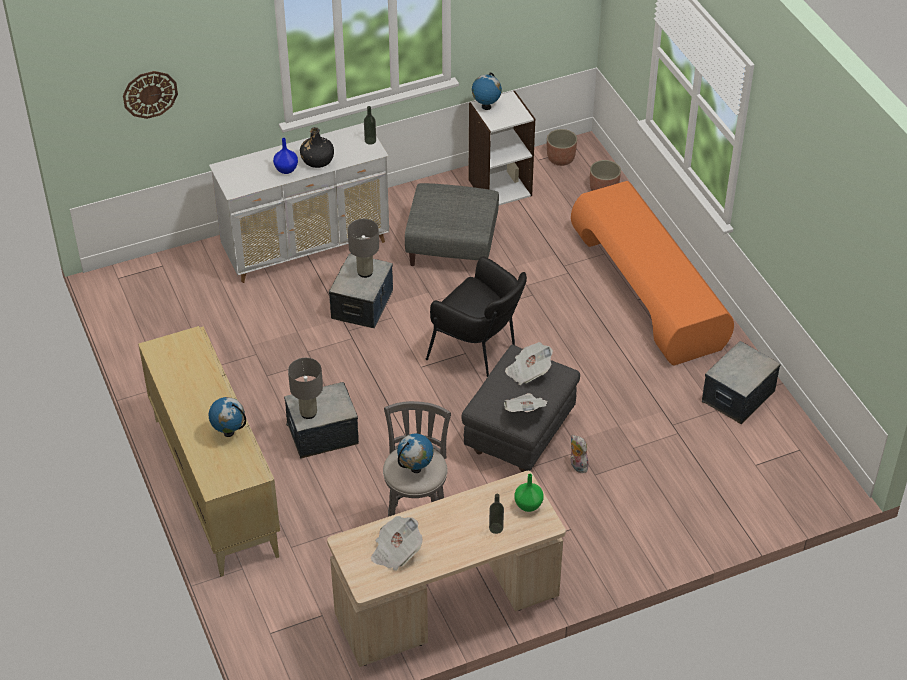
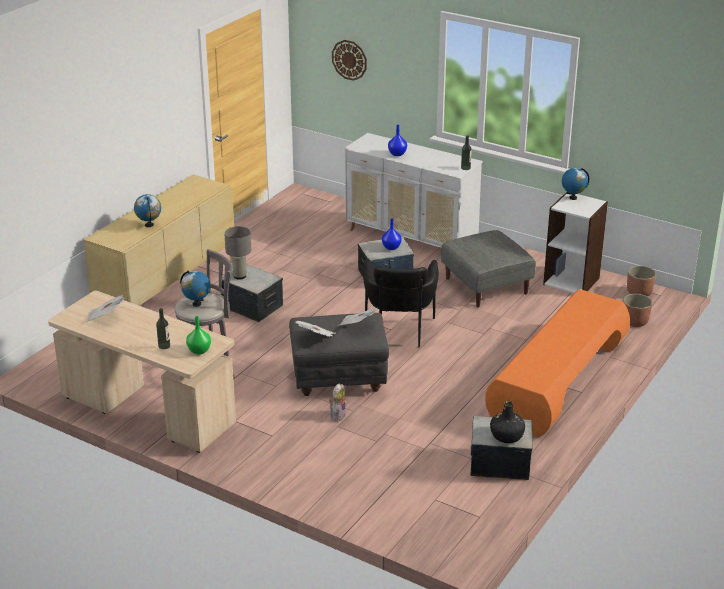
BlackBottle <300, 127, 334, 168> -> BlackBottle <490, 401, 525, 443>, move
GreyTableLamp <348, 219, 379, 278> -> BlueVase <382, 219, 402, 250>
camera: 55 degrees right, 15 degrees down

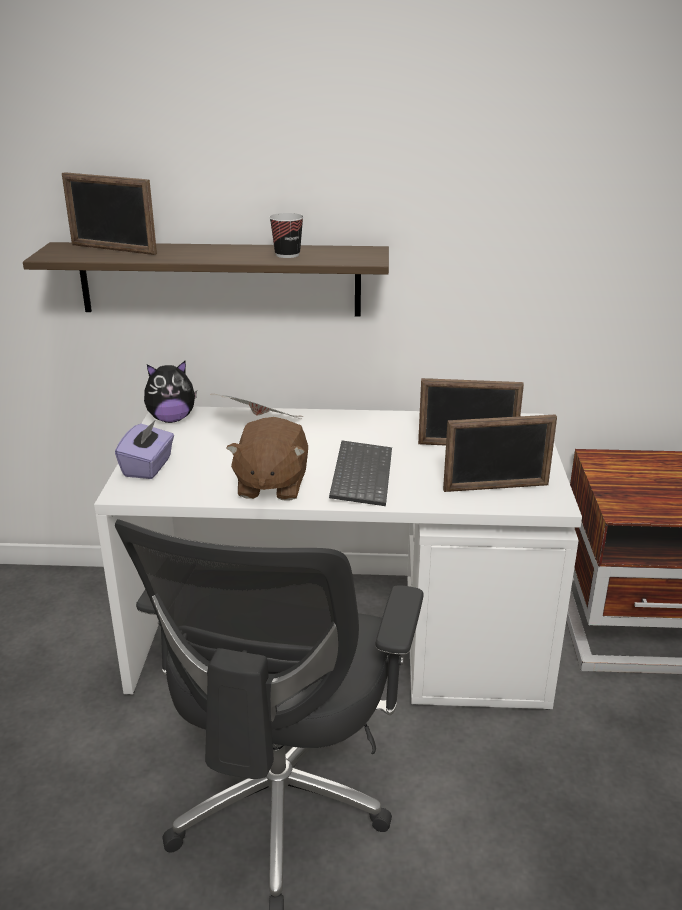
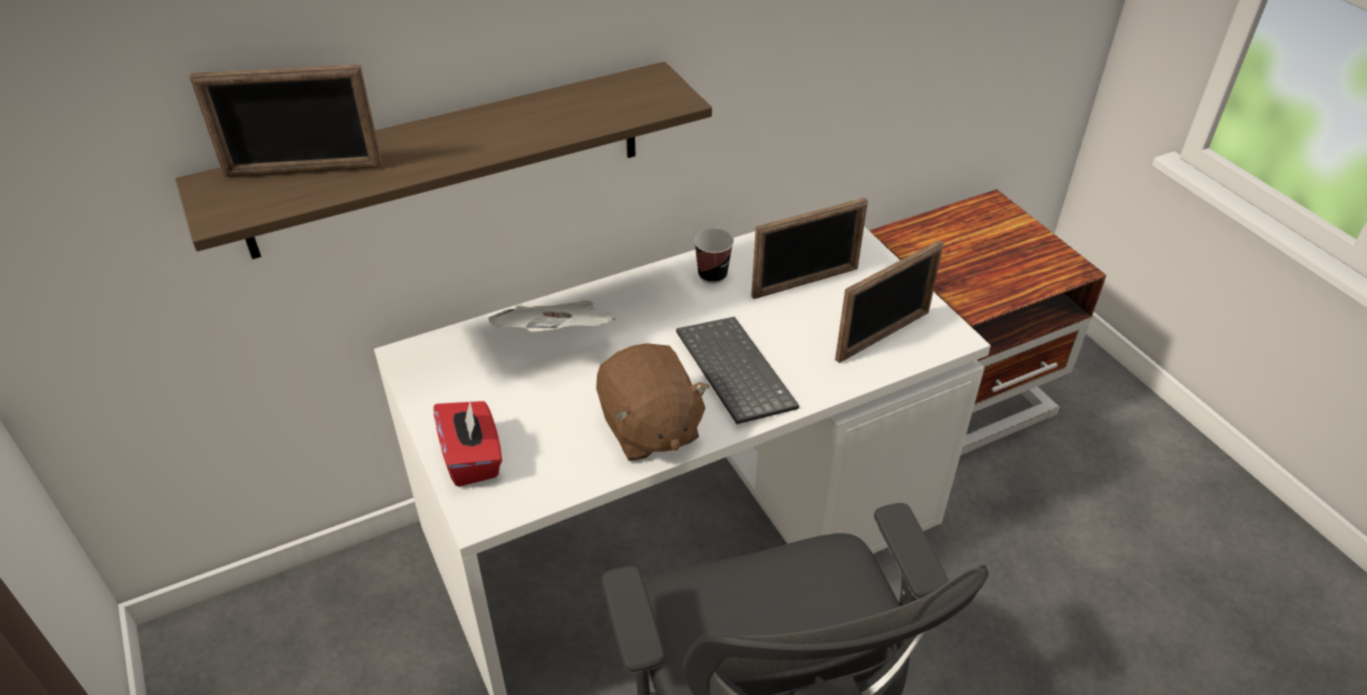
PurpleTissueBox <115, 419, 174, 479> -> RedTissueBox <433, 399, 502, 487>
PlushToy <144, 361, 197, 423> -> none
Cup <269, 213, 304, 258> -> Cup <694, 228, 734, 284>, move
camera: 30 degrees left, 15 degrees up

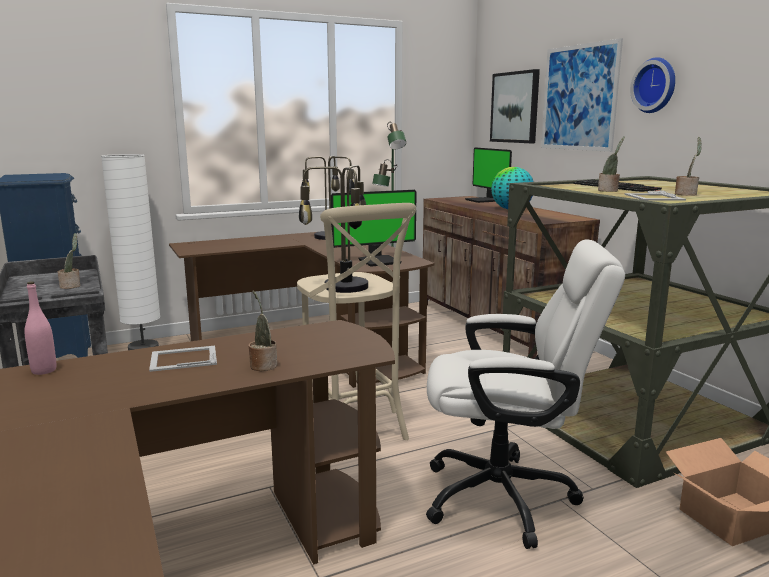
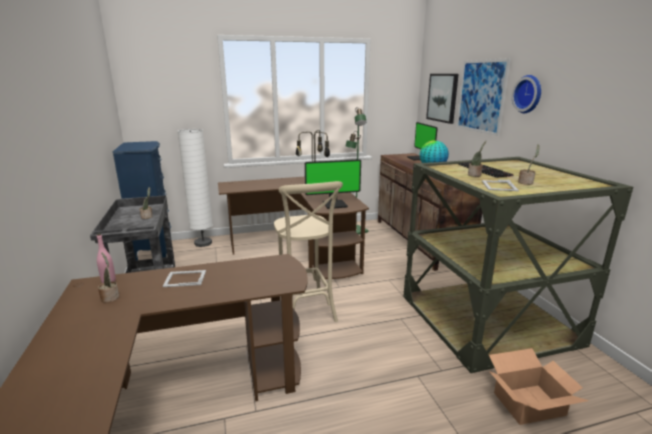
PottedPlant <248, 291, 277, 371> -> PottedPlant <98, 253, 119, 303>, move
TableLamp <299, 165, 368, 293> -> none
WhiteOfficeChair <426, 239, 625, 549> -> none
camera: 10 degrees right, 5 degrees up

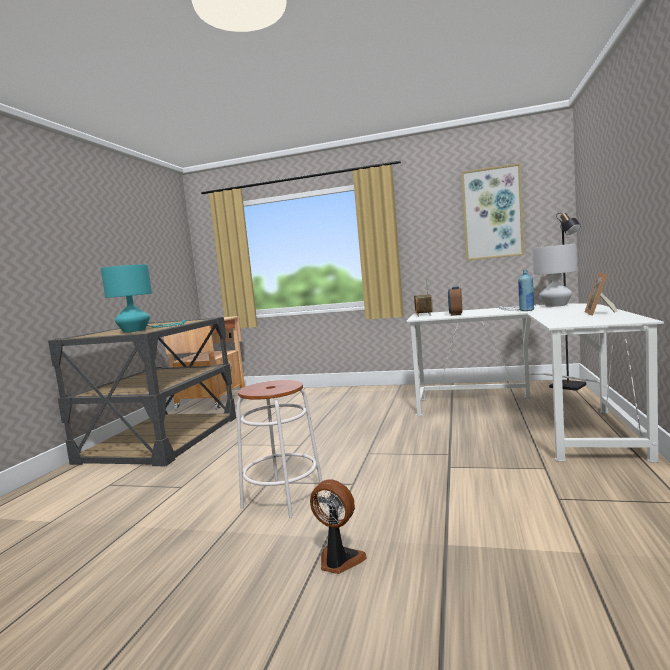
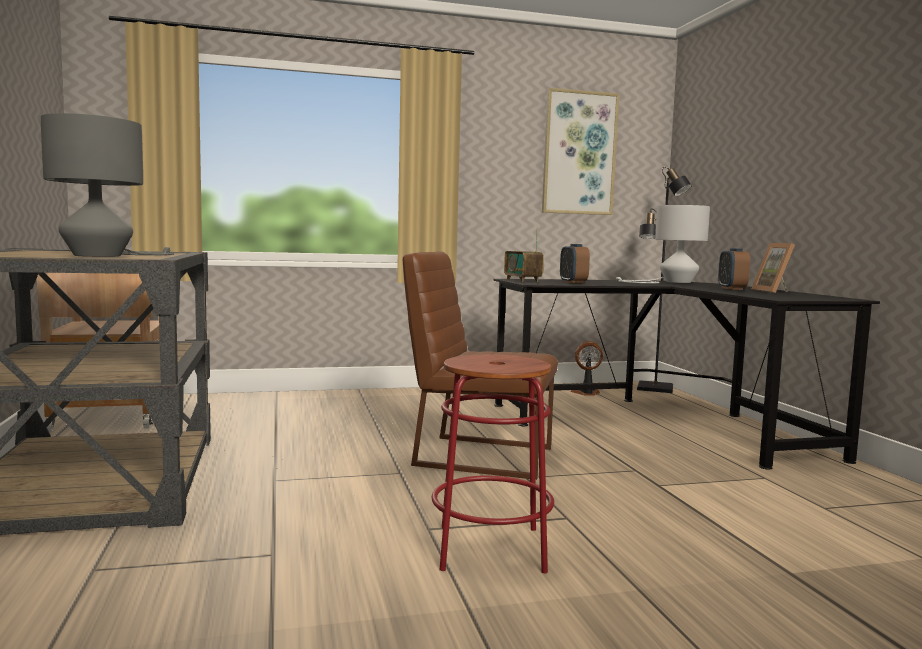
TurquoiseTableLamp <101, 265, 186, 333> -> GreyTableLamp <41, 113, 174, 257>
WhiteStool <237, 380, 323, 518> -> RedStool <432, 354, 554, 573>
Fan <310, 479, 367, 574> -> Fan <571, 341, 603, 396>, move
WhiteDesk <407, 304, 664, 463> -> BlackDesk <493, 279, 880, 470>
BlueBottle <518, 270, 534, 311> -> none
none -> BrownChair <403, 252, 558, 480>
none -> AlarmClock <718, 248, 750, 290>
camera: 30 degrees left, 0 degrees up

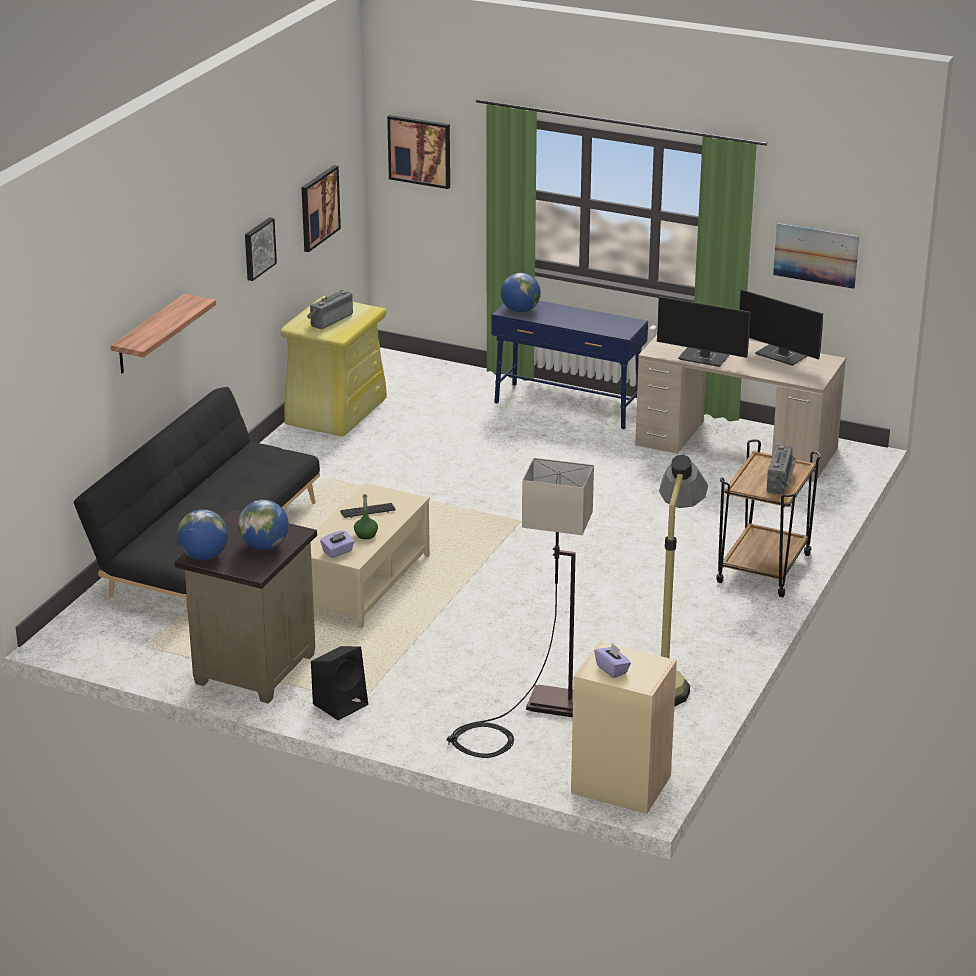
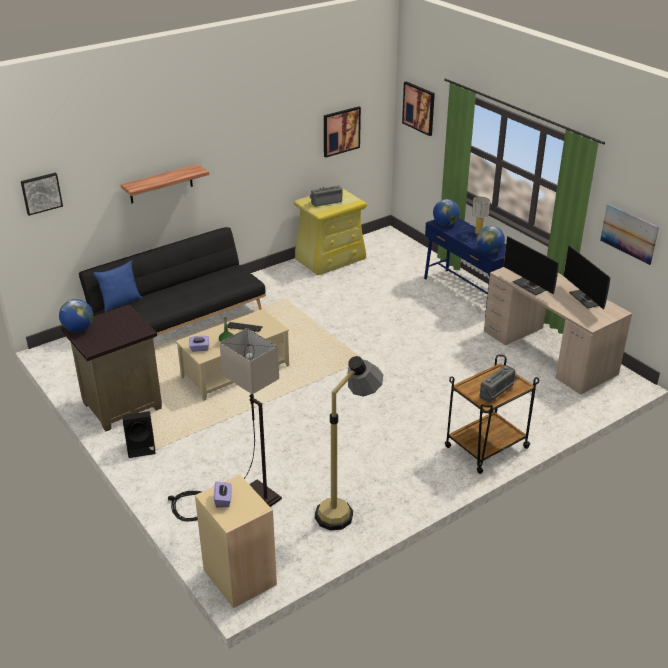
Globe <238, 500, 289, 550> -> Globe <476, 226, 505, 254>, move
Picture <245, 217, 277, 281> -> Picture <21, 173, 63, 216>, move
none -> BluePillow <93, 261, 142, 312>
none -> TableLamp <460, 197, 490, 244>
camera: 30 degrees right, 5 degrees up

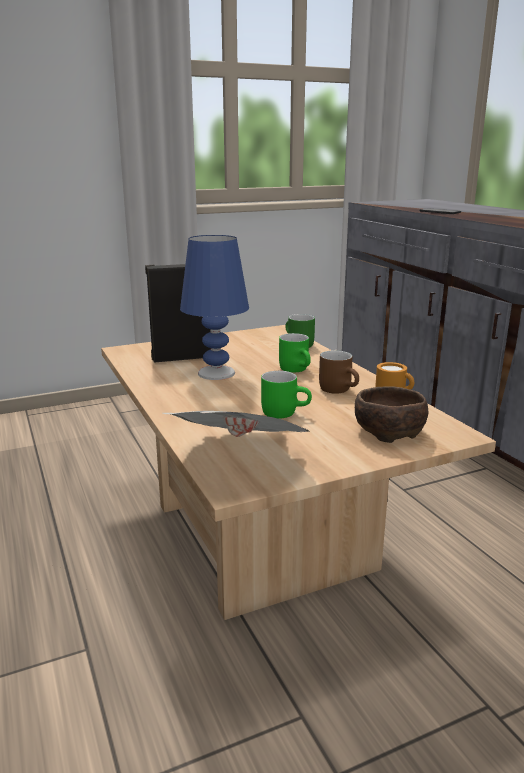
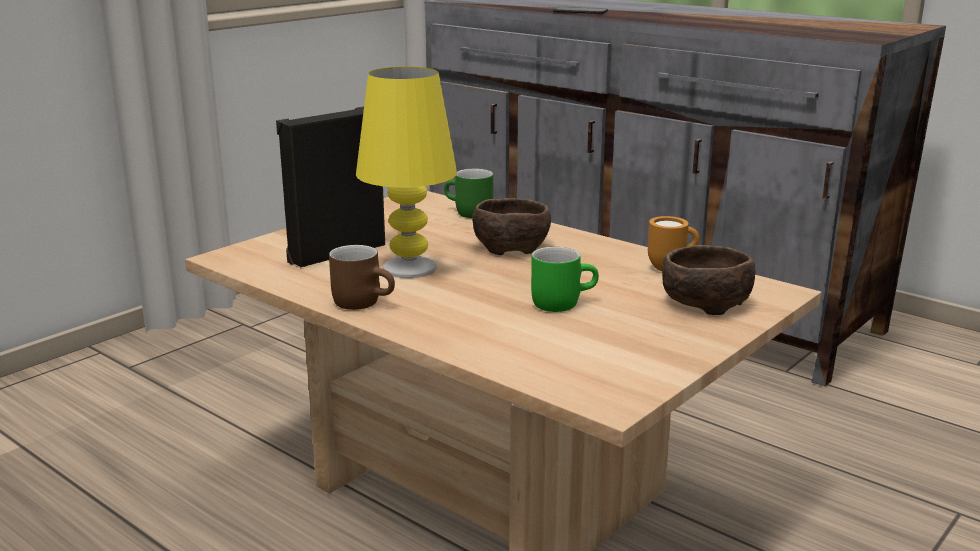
Newspaper <163, 411, 309, 437> -> none
BlueTableLamp <180, 235, 249, 380> -> YellowTableLamp <356, 67, 457, 278>
GreenMug <279, 333, 311, 372> -> BrownBowl <472, 198, 551, 255>
BrownMug <319, 350, 359, 394> -> BrownMug <329, 245, 395, 310>, move
camera: 25 degrees left, 0 degrees up

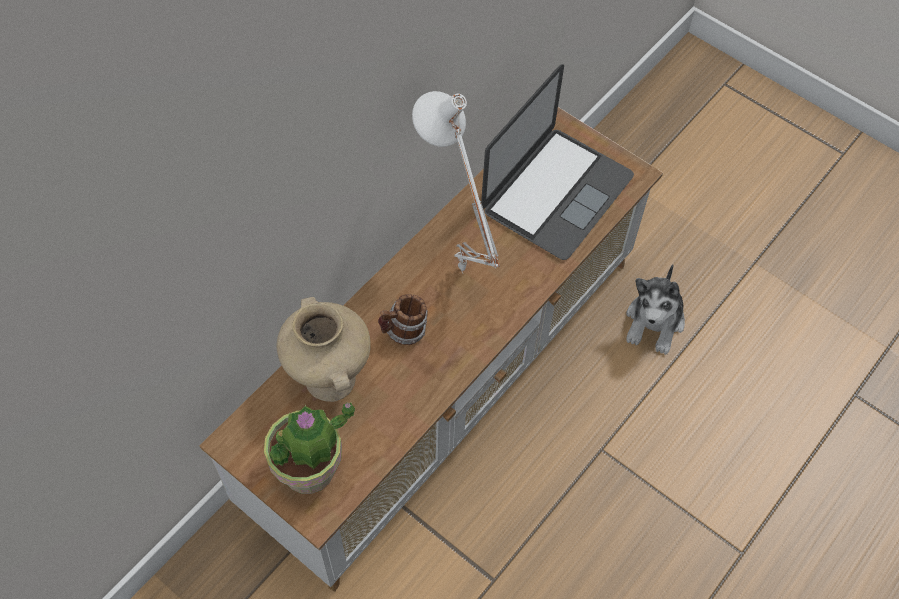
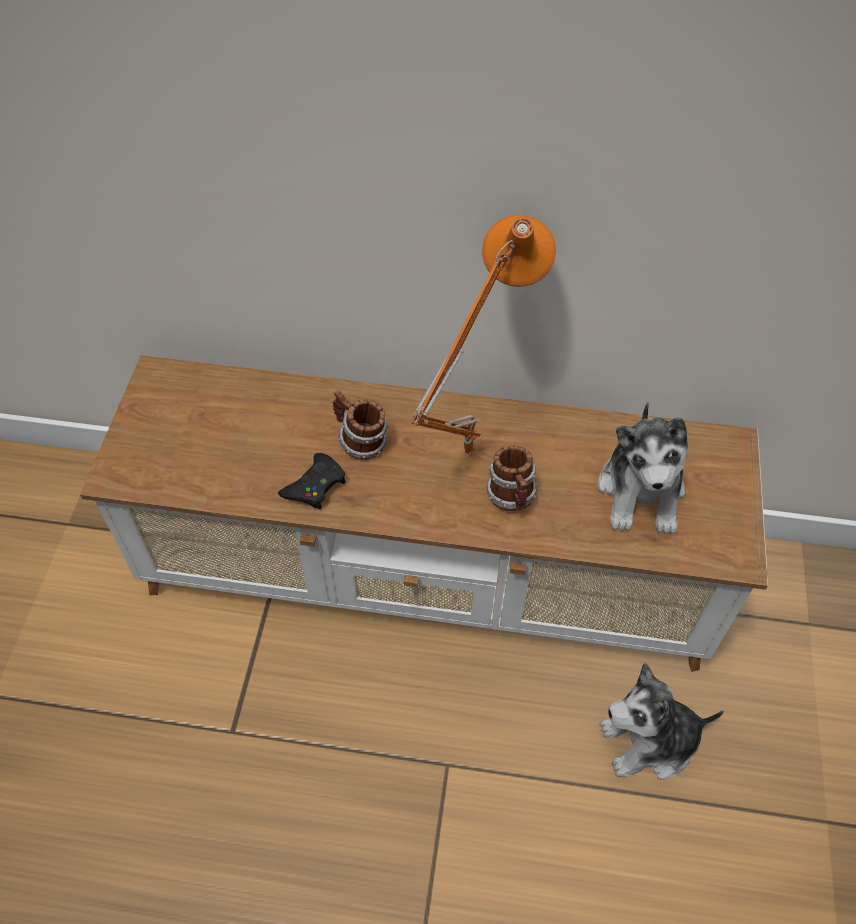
PottedPlant <264, 402, 355, 494> -> none
BeigeVase <276, 297, 371, 402> -> none
WhiteTableLamp <412, 91, 499, 273> -> OrangeTableLamp <411, 215, 556, 458>
Laptop <481, 64, 634, 260> -> PlushToy <598, 402, 688, 534>
none -> BlackGameController <278, 453, 346, 510>
none -> Mug <486, 445, 537, 511>
camera: 60 degrees right, 5 degrees down

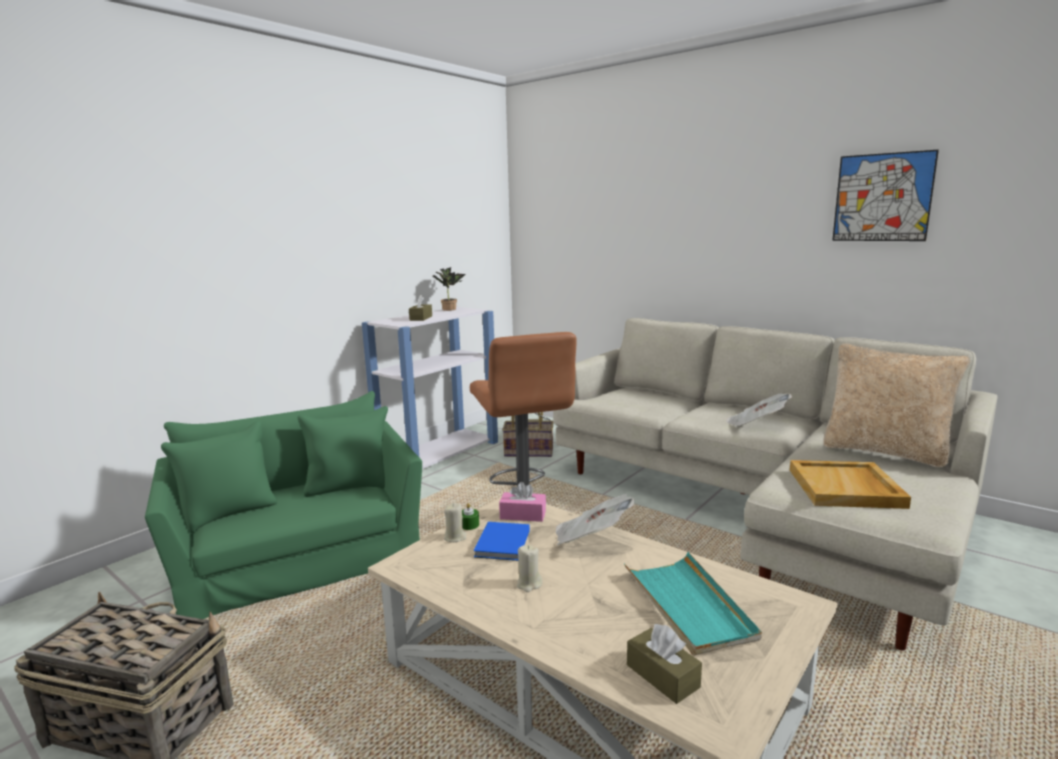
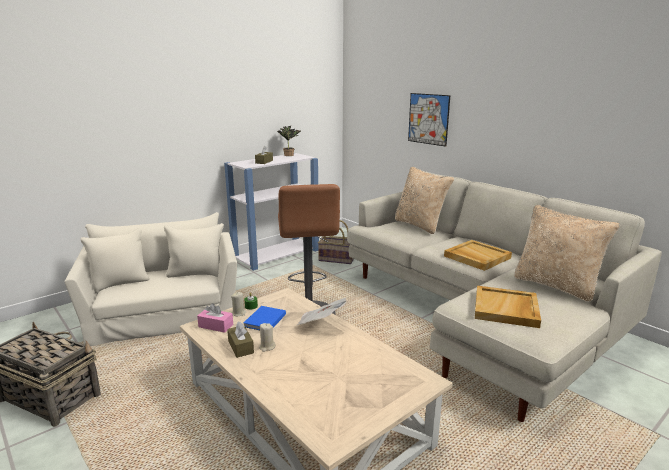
GreenArmchair <145, 391, 422, 619> -> BeigeArmchair <65, 212, 237, 346>
PinkTissueBox <499, 482, 546, 522> -> PinkTissueBox <197, 303, 233, 333>, move
TurquoiseTray <624, 552, 762, 656> -> none
BrownTissueBox <627, 624, 702, 704> -> BrownTissueBox <227, 321, 254, 358>, move
Newspaper <726, 393, 792, 427> -> BeigeTray <444, 240, 512, 271>
Picture <832, 150, 939, 241> -> Picture <408, 93, 450, 147>, move
none -> BeigePillow <395, 166, 454, 234>
camera: 10 degrees right, 5 degrees up

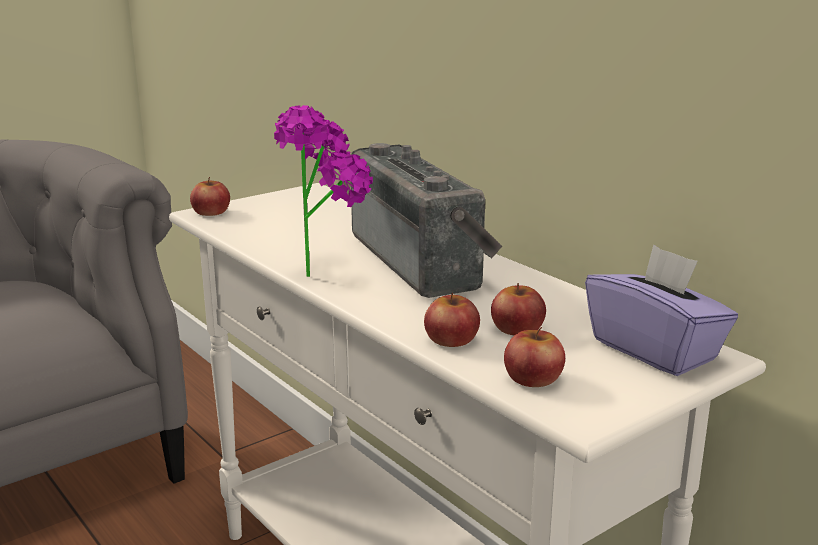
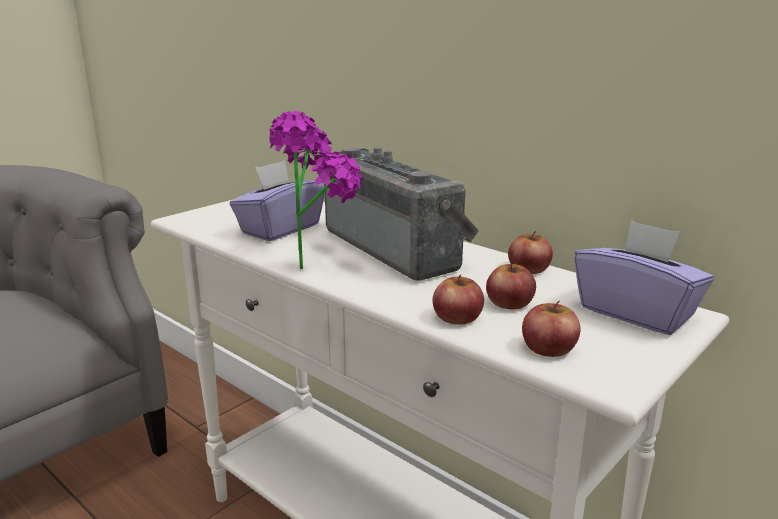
Apple <190, 177, 230, 216> -> Apple <508, 231, 553, 274>, move
none -> PurpleTissueBox <230, 160, 325, 241>
camera: 10 degrees left, 0 degrees up

